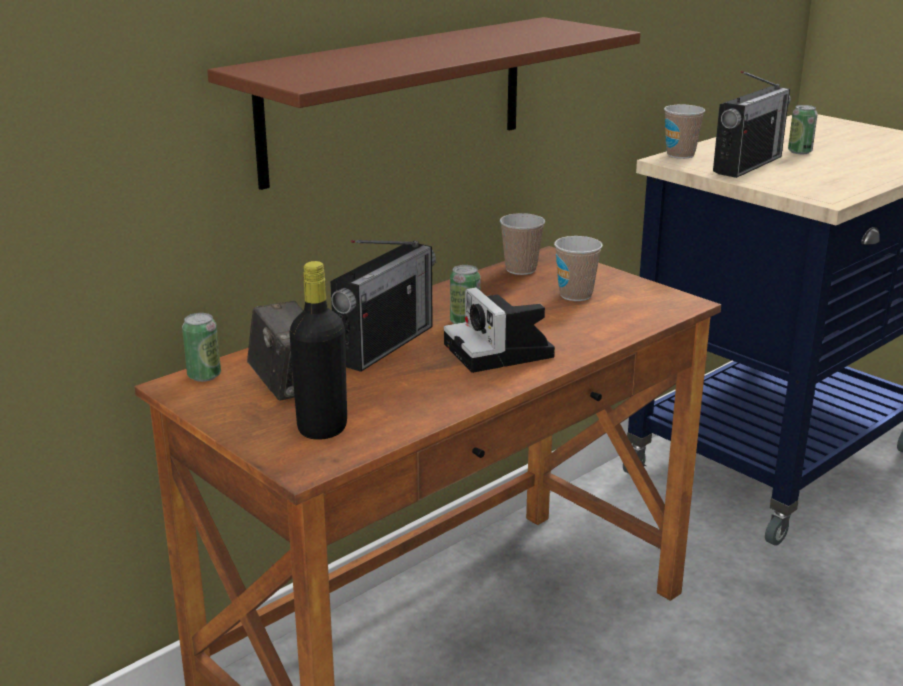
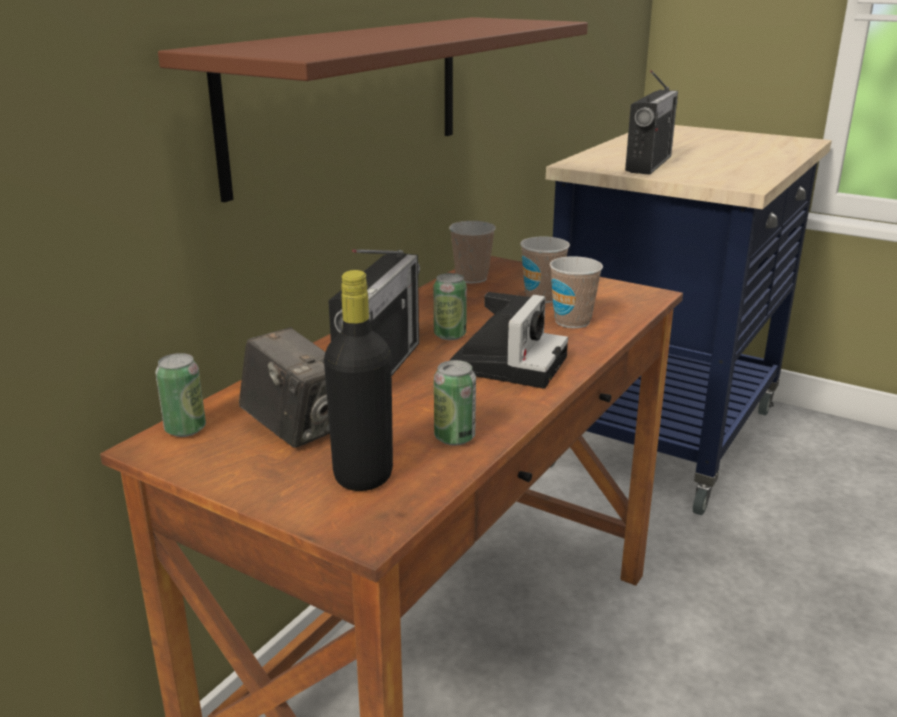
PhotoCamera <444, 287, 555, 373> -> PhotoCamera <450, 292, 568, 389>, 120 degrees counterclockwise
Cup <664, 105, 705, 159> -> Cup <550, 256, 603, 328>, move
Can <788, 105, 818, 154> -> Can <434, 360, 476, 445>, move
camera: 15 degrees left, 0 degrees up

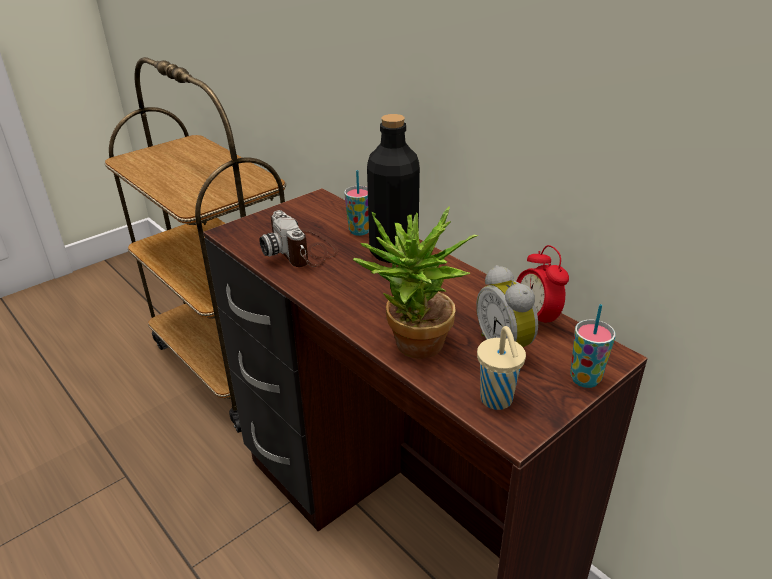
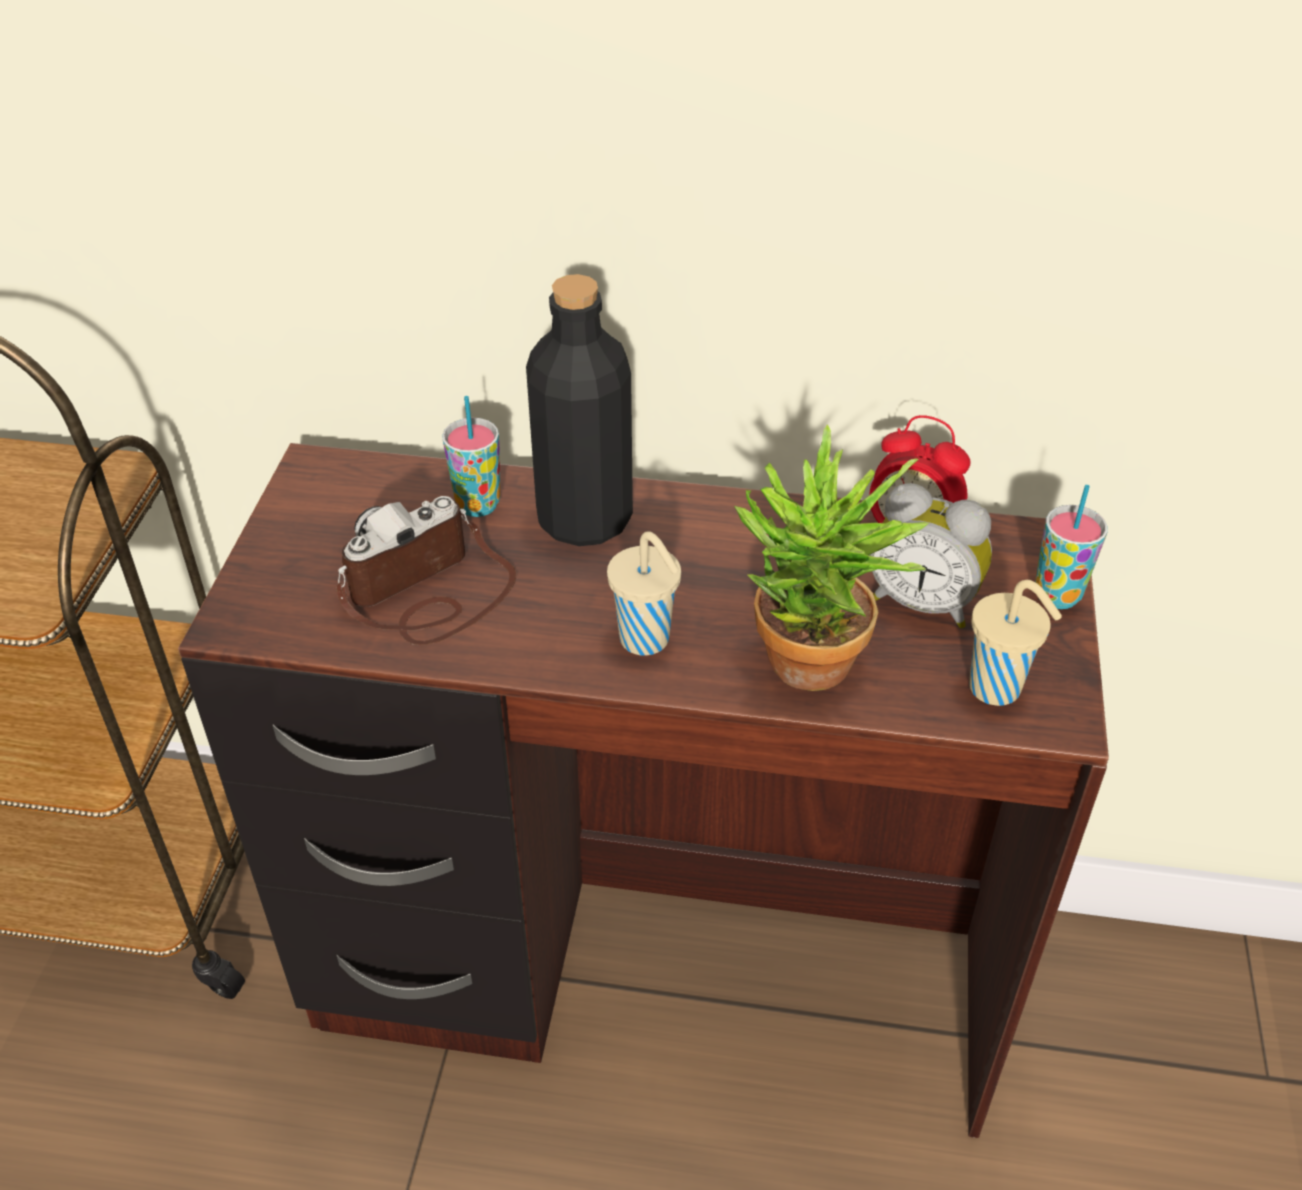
PhotoCamera <260, 210, 338, 267> -> PhotoCamera <336, 496, 516, 645>, 120 degrees clockwise
none -> BeigeCup <607, 531, 681, 656>
camera: 40 degrees left, 10 degrees up

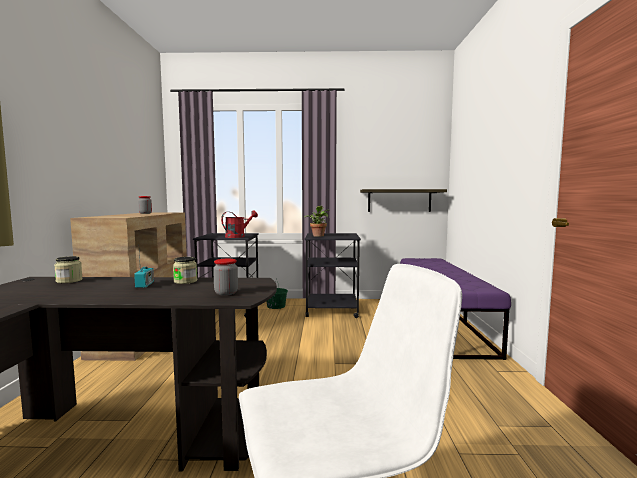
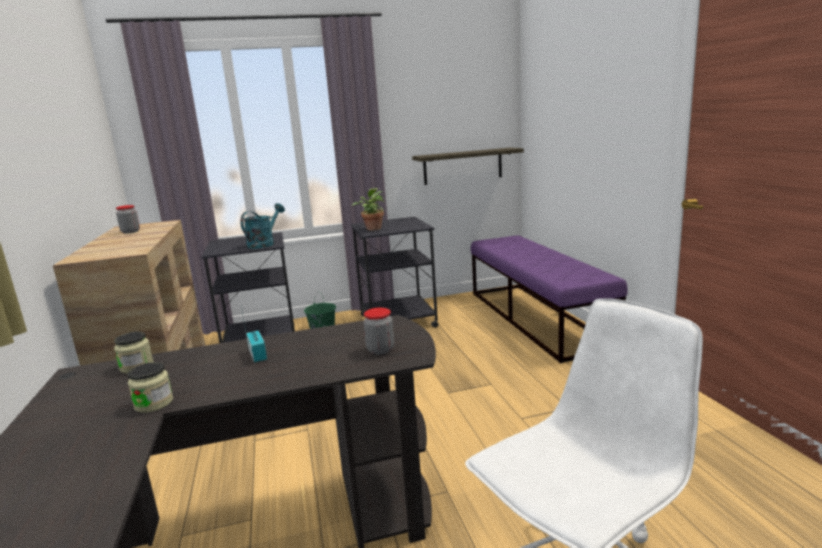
Jar <173, 257, 197, 284> -> Jar <128, 362, 173, 413>, move
RedWateringCan <221, 210, 258, 238> -> TurquoiseWateringCan <240, 203, 285, 249>
camera: 15 degrees left, 10 degrees up

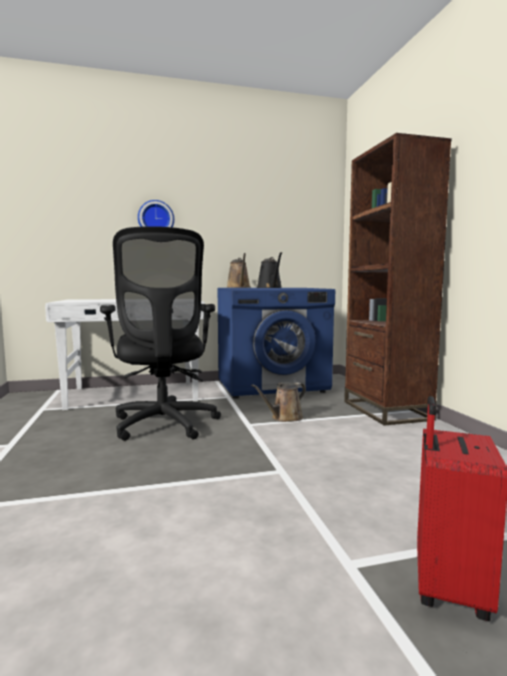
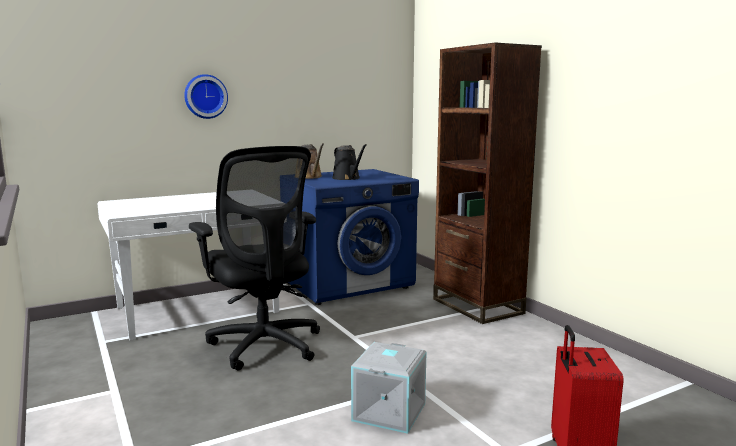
BrownWateringCan <251, 382, 306, 422> -> none
none -> GreyStorageBox <351, 342, 426, 434>
camera: 15 degrees left, 5 degrees up

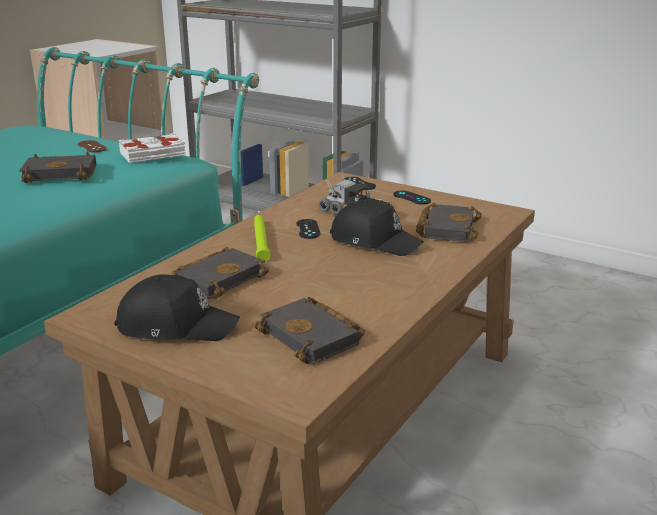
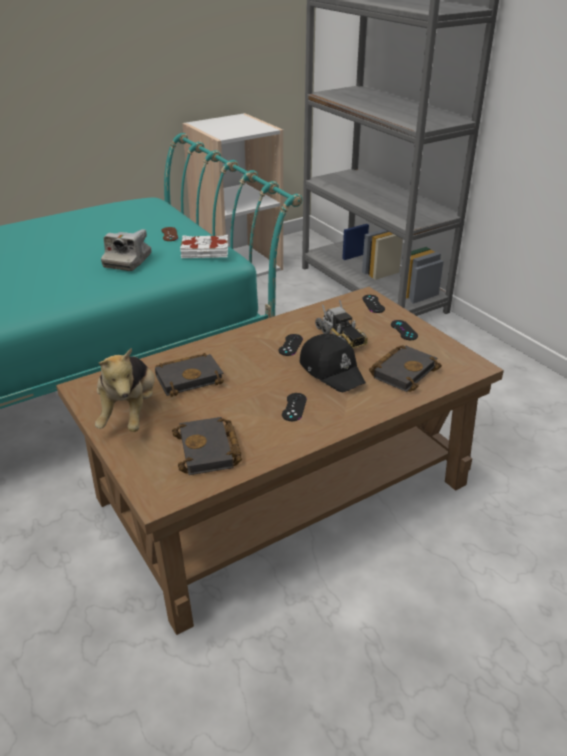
BlackBook <19, 152, 97, 183> -> PhotoCamera <101, 229, 151, 271>
BlackCap <115, 274, 240, 341> -> PlushToy <95, 347, 155, 432>
GreenFlashlight <254, 215, 271, 262> -> none
none -> BlackGameController <282, 393, 307, 421>
camera: 25 degrees right, 10 degrees up

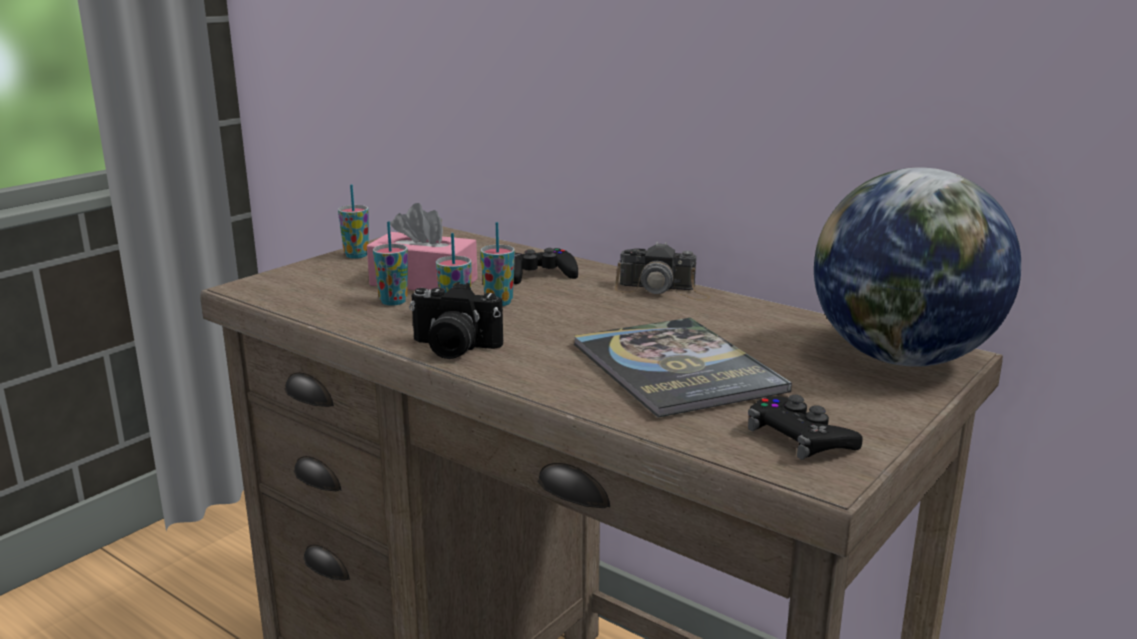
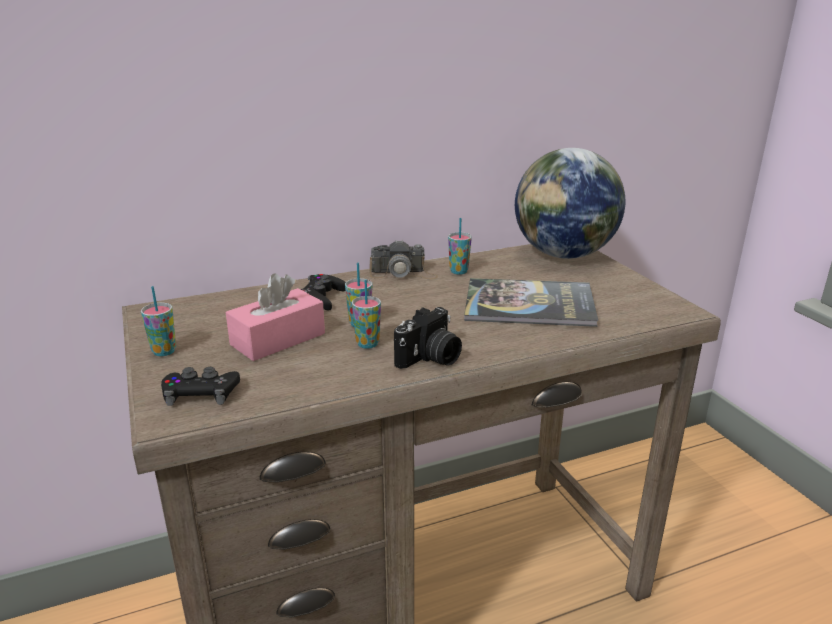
Cup <373, 221, 408, 306> -> Cup <448, 218, 472, 275>, move
PhotoCamera <615, 242, 710, 300> -> PhotoCamera <369, 240, 438, 279>, 45 degrees clockwise
BlackGameController <748, 395, 863, 460> -> BlackGameController <161, 367, 240, 406>, move
camera: 60 degrees left, 5 degrees up

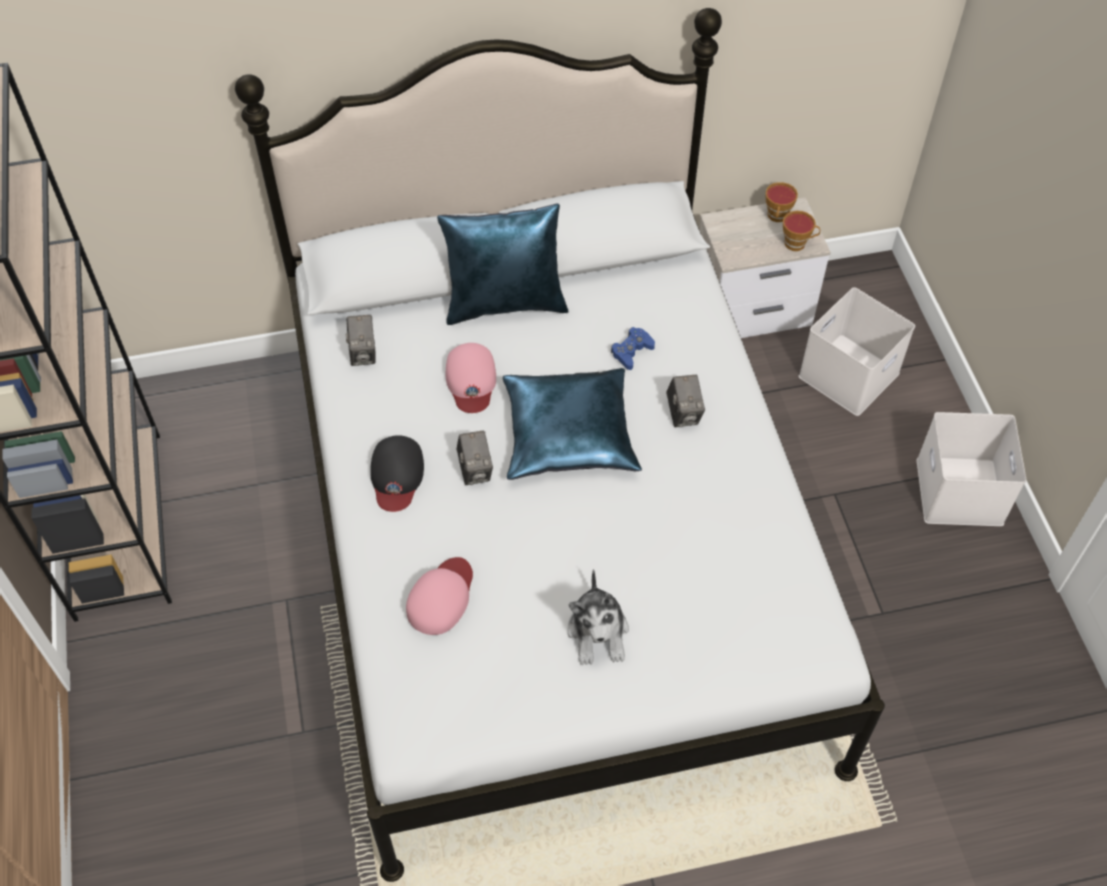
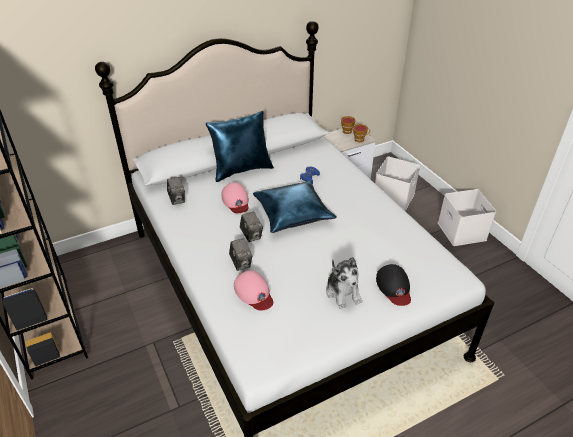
BlackCap <370, 435, 424, 512> -> BlackCap <376, 264, 411, 306>, move
PinkCap <406, 557, 473, 635> -> PinkCap <234, 270, 273, 311>, 135 degrees clockwise
PhotoCamera <666, 375, 705, 427> -> PhotoCamera <229, 238, 252, 271>, move
camera: 15 degrees left, 15 degrees down

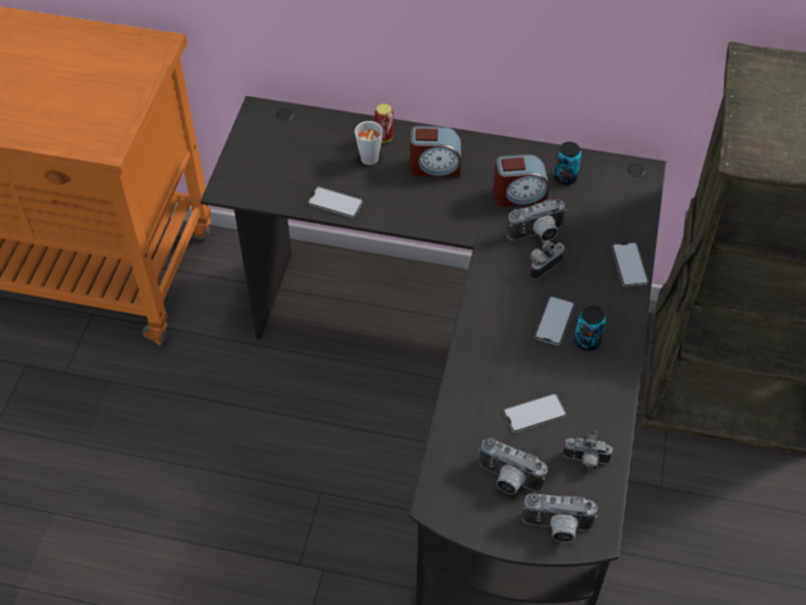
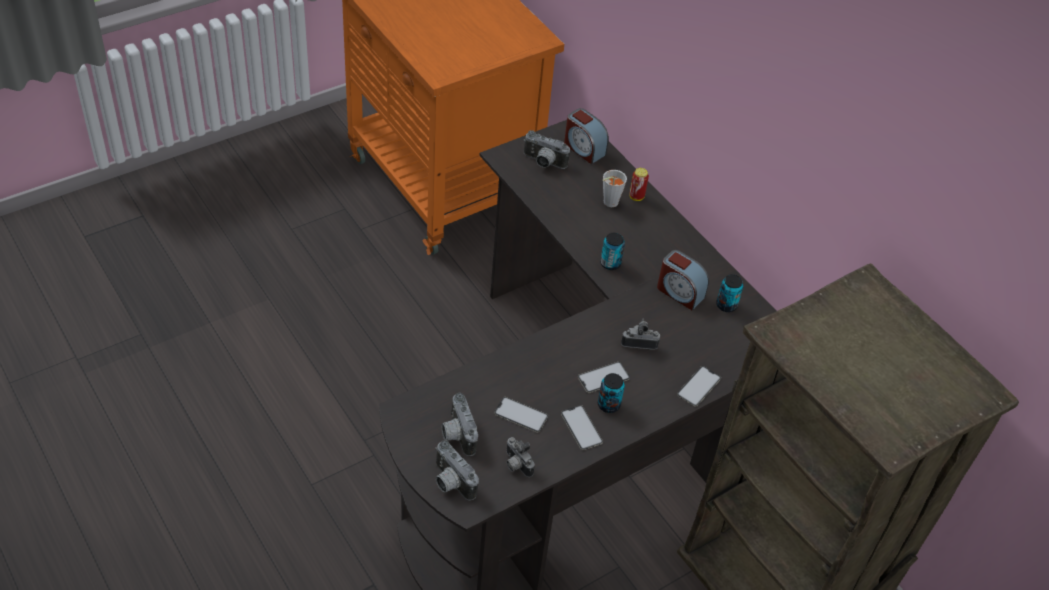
Phone <307, 186, 363, 218> -> Phone <561, 405, 603, 450>, move
AlarmClock <410, 125, 461, 177> -> AlarmClock <564, 108, 609, 164>, move
PhotoCamera <507, 199, 567, 241> -> PhotoCamera <524, 130, 570, 169>, move
none -> Can <600, 233, 625, 270>
camera: 40 degrees right, 5 degrees down

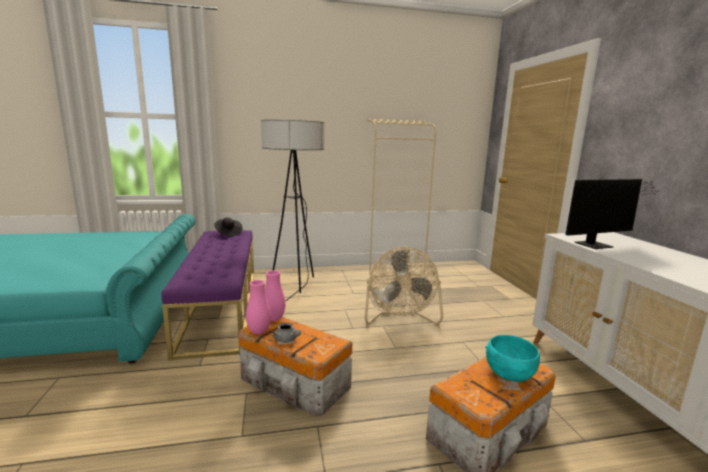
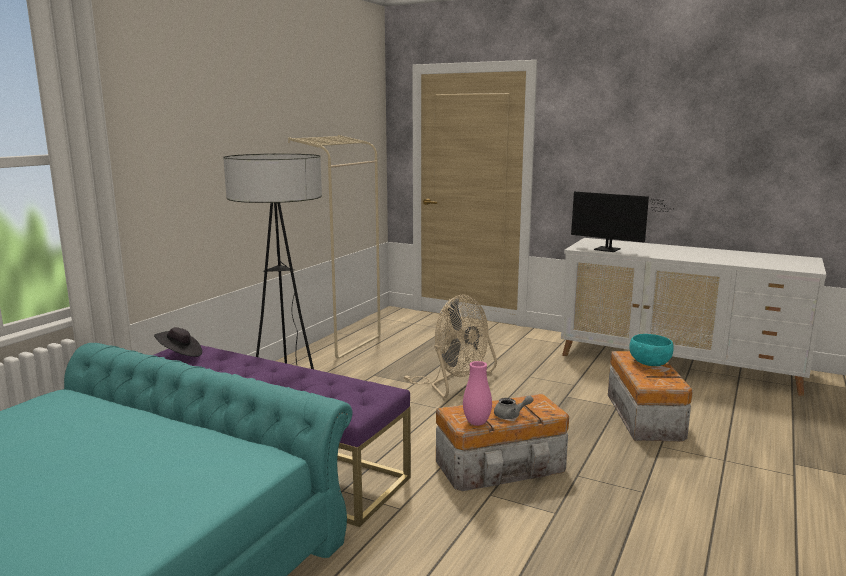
PinkVase <265, 270, 286, 321> -> none
Monitor <565, 179, 656, 249> -> Monitor <571, 192, 670, 252>, 105 degrees clockwise
camera: 50 degrees left, 0 degrees up

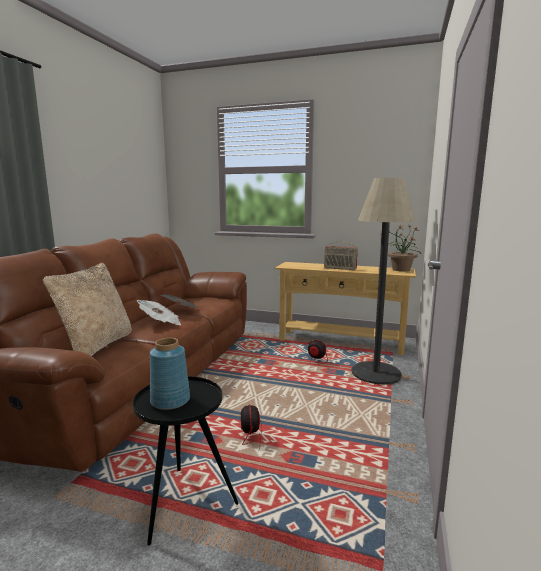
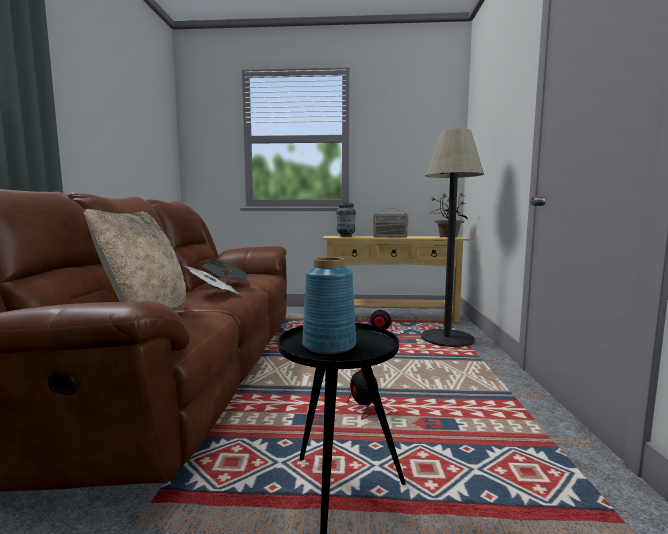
none -> Vase <336, 203, 356, 237>
camera: 15 degrees left, 5 degrees down

